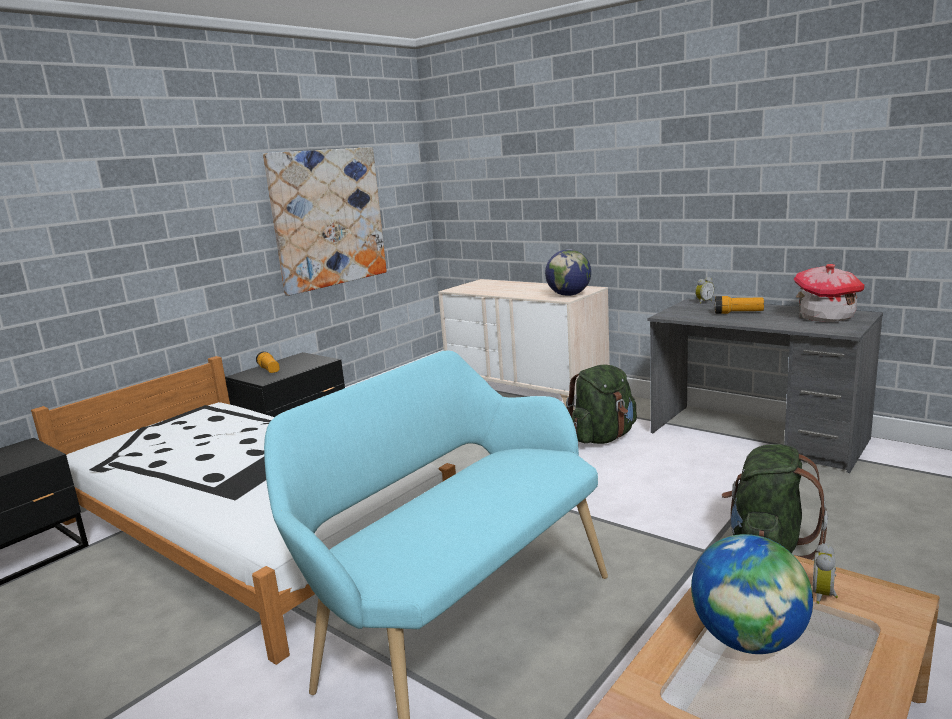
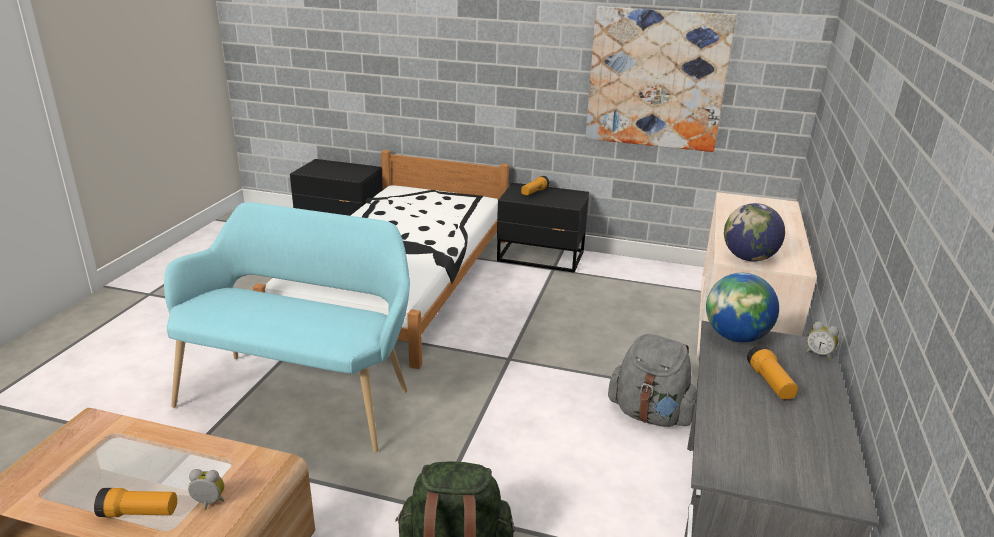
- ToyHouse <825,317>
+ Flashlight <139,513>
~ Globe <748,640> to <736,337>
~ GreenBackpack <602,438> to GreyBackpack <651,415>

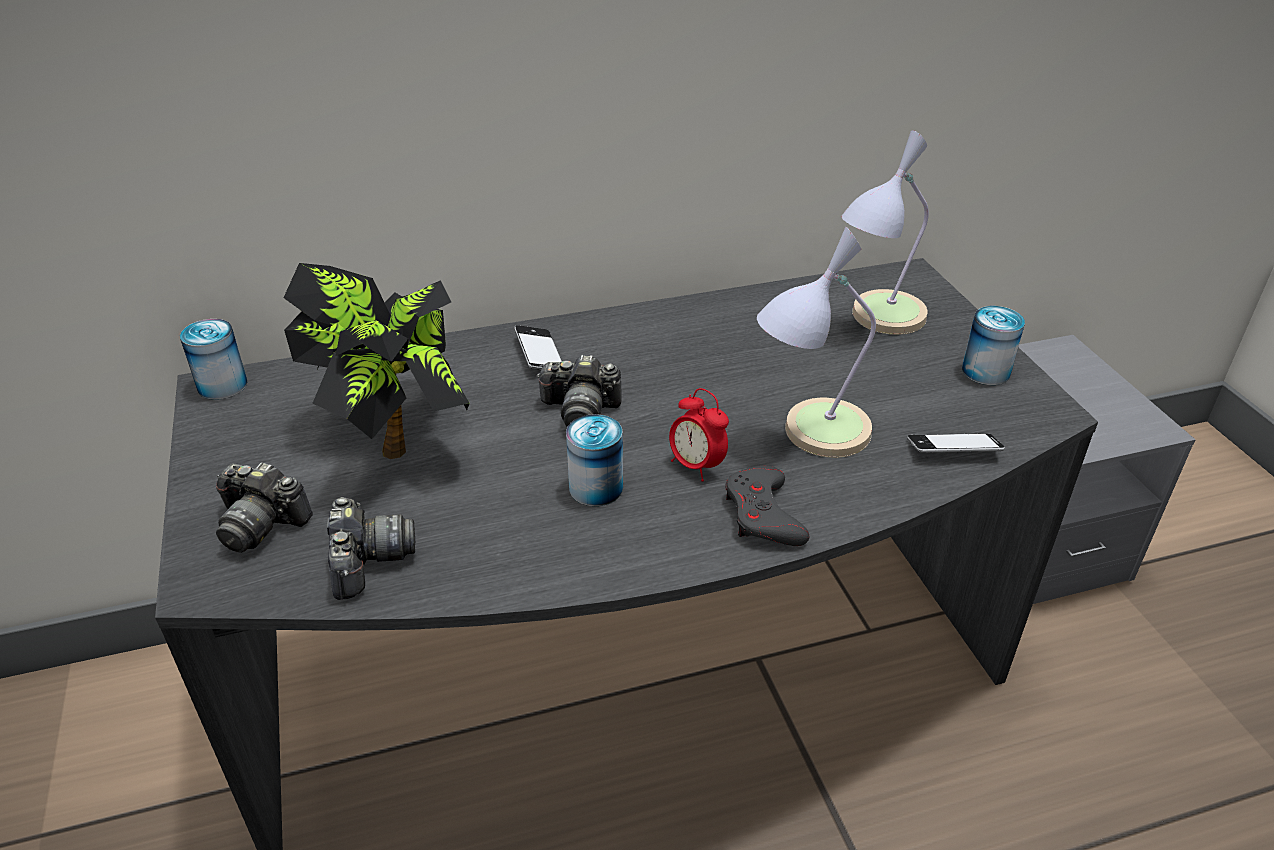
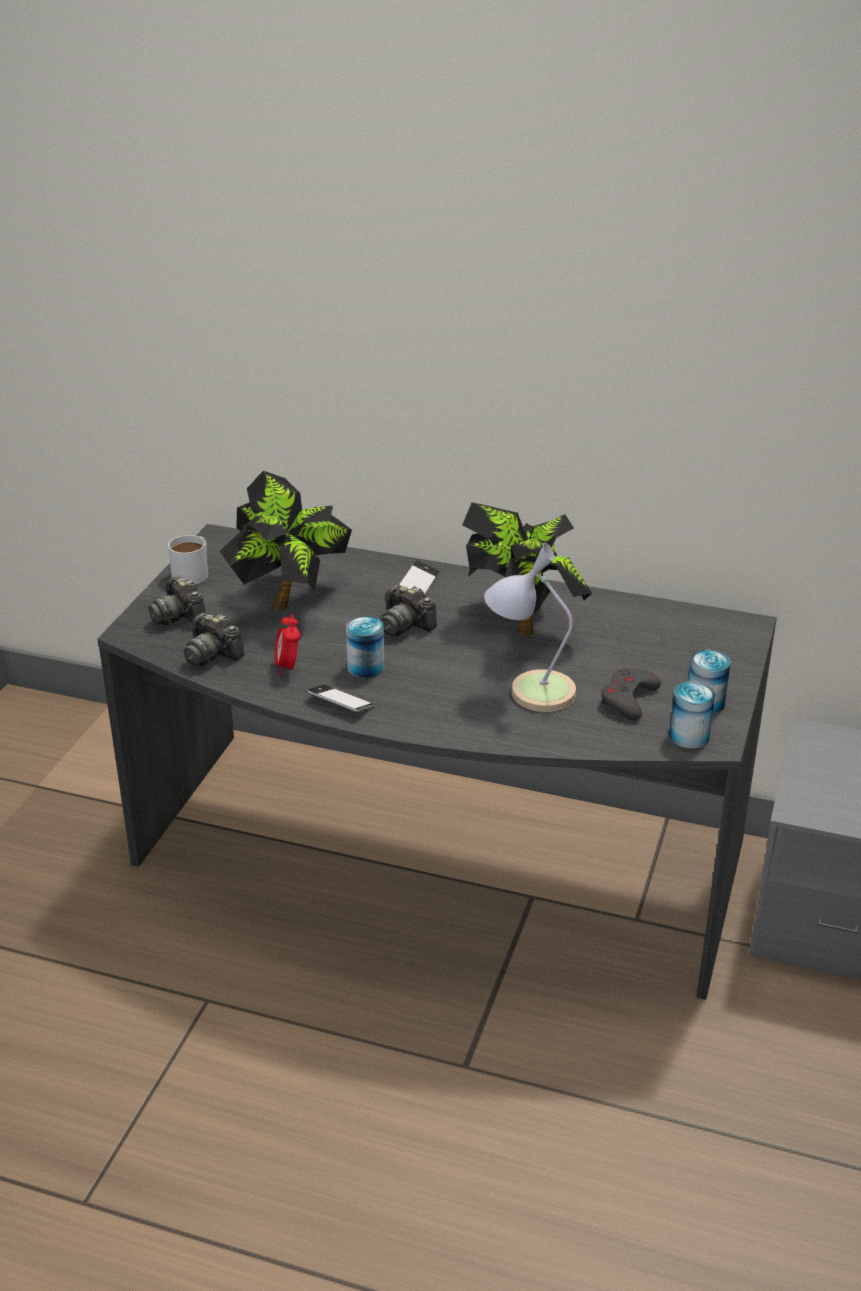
- TableLamp <876,319>
+ WhiteMug <194,572>
+ PottedPlant <523,622>
~ Can <222,385> to <689,736>
~ AlarmClock <696,466> to <288,667>
~ GreyGameController <763,514> to <628,699>
~ Phone <953,449> to <340,703>
~ PhotoCamera <368,561> = <212,654> 105 degrees clockwise

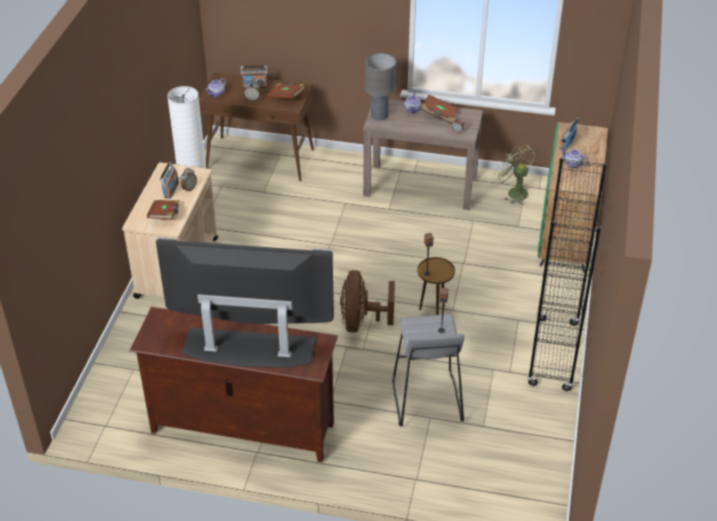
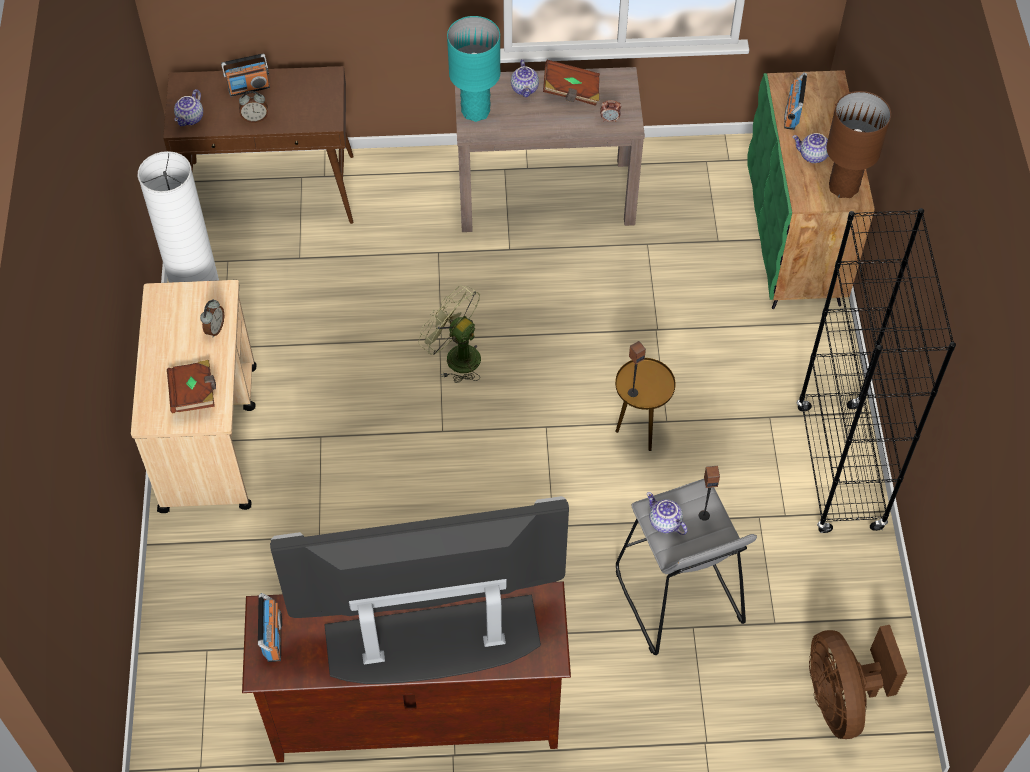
- BrownBook <286,97>
+ Teapot <664,522>
+ BrownTableLamp <843,187>
~ Radio <171,190> to <273,637>
~ BrownFan <361,322> to <840,698>
~ GreenFan <514,192> to <456,356>
~ GreyTableLamp <379,115> to TurquoiseTableLamp <475,111>

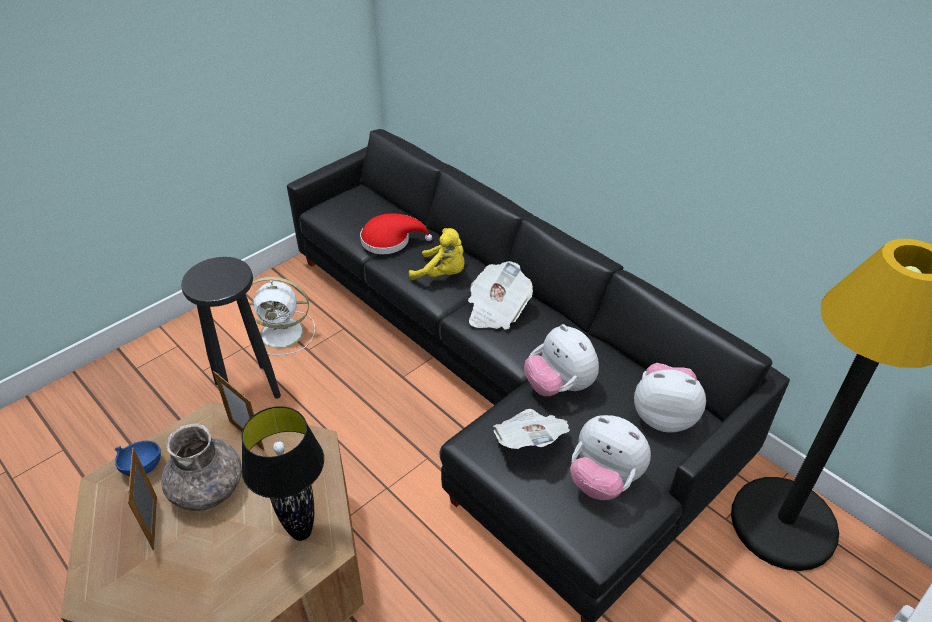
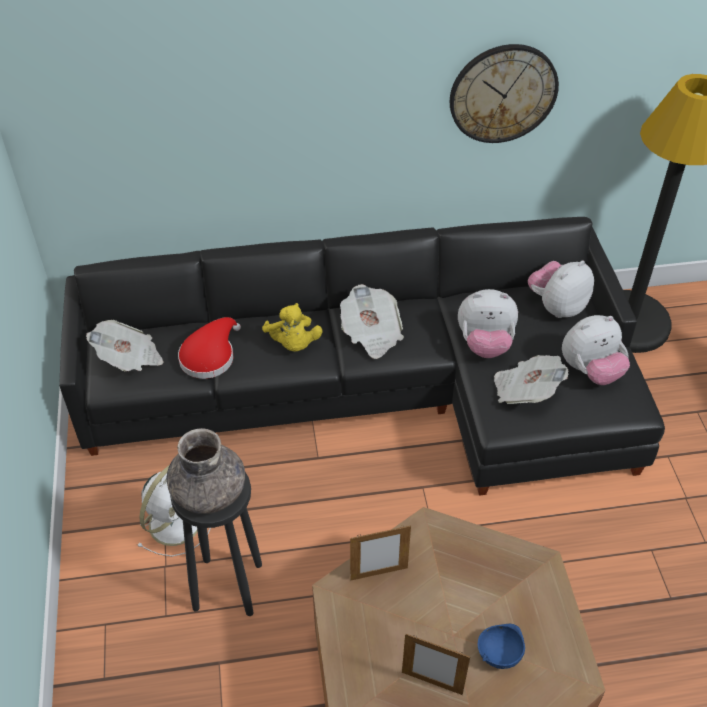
- BlackTableLamp <301,533>
+ Newspaper <129,359>
+ WallClock <503,93>
~ BlueBowl <143,466> to <498,653>
~ GreyVase <208,488> to <209,491>
~ YellowPlushToy <442,274> = <293,344> 105 degrees clockwise

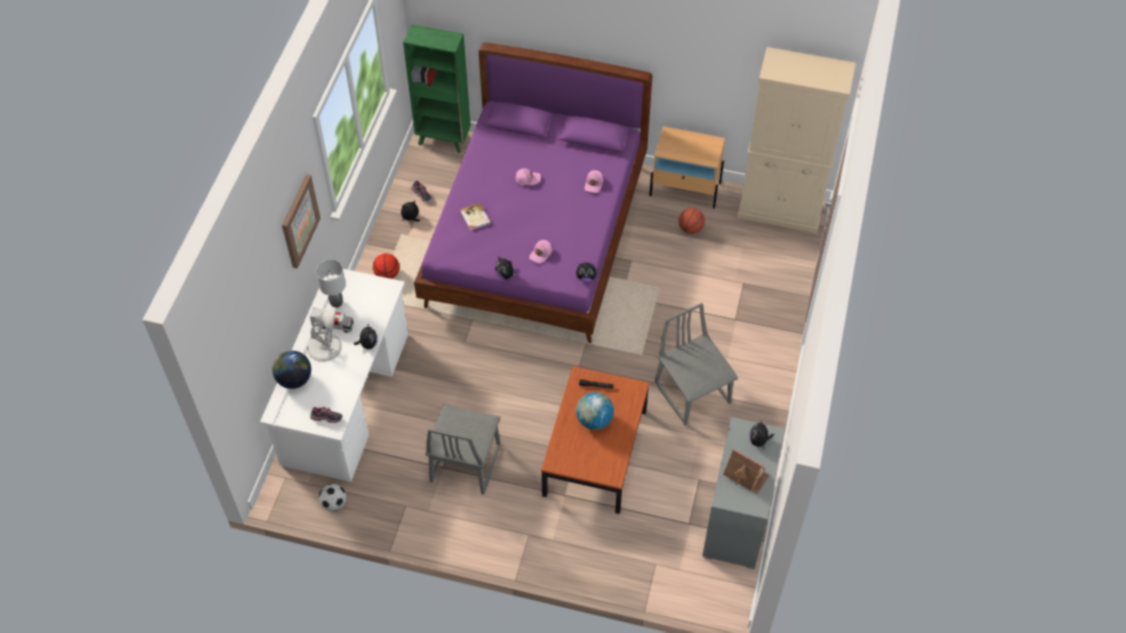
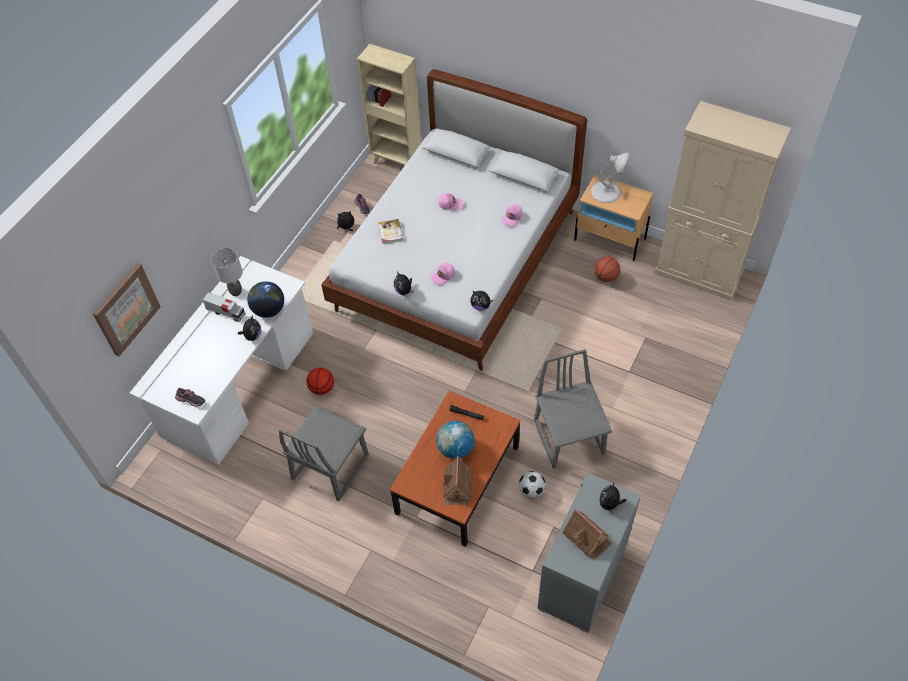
+ ToyHouse <457,487>
~ Globe <294,379> to <269,310>
~ Picture <299,221> to <126,309>
~ WhiteTableLamp <325,347> to <606,191>
~ Football <334,503> to <531,490>
~ Basketball <387,274> to <322,388>
~ GreenBookcase <444,139> to BeigeBookcase <396,162>
~ PurpleBed <537,237> to WhiteBed <457,262>

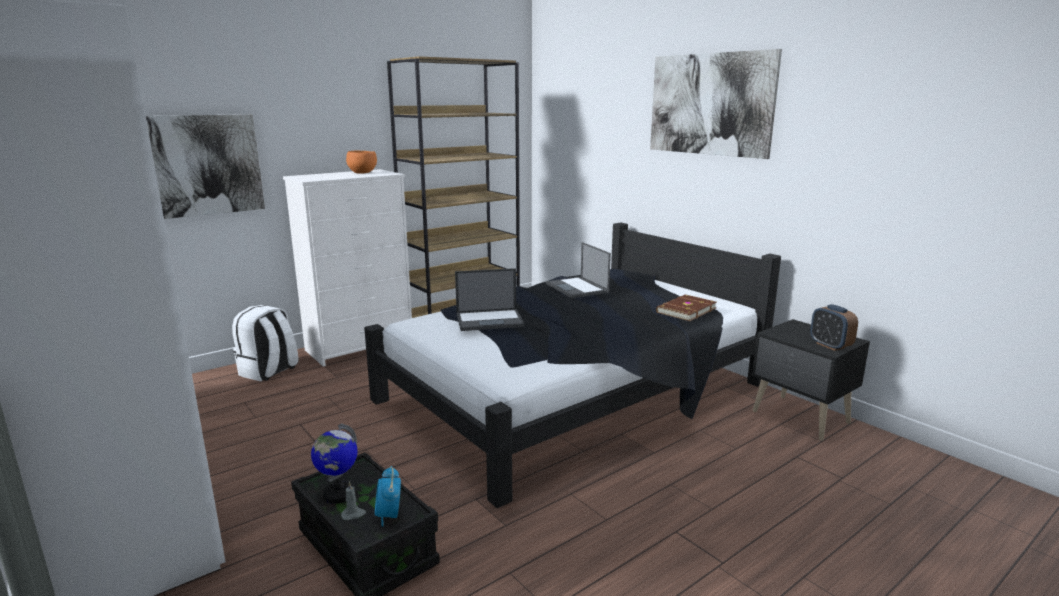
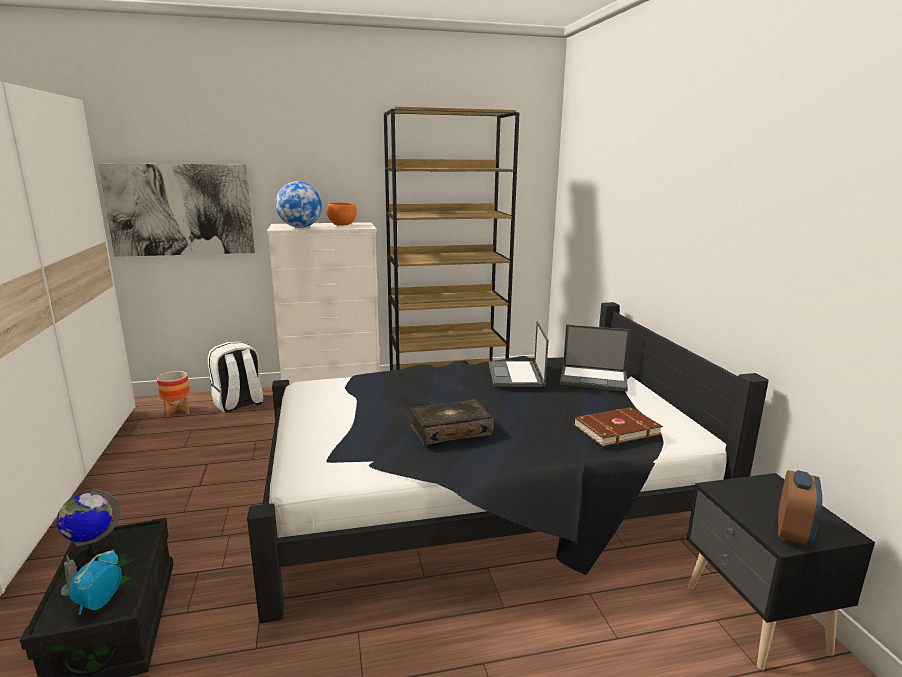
- Picture <710,104>
+ Planter <177,411>
+ Globe <300,227>
+ Book <450,431>
~ Laptop <490,320> to <594,378>
~ AlarmClock <830,345> = <793,533> 150 degrees counterclockwise

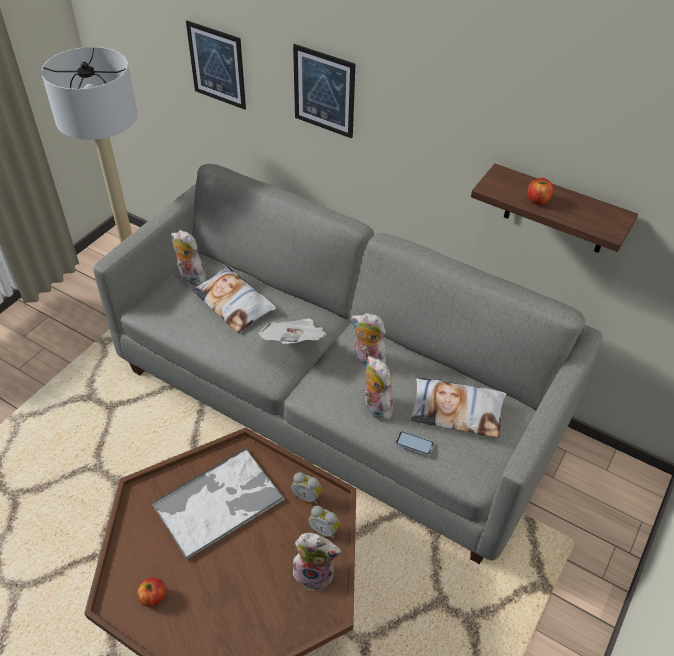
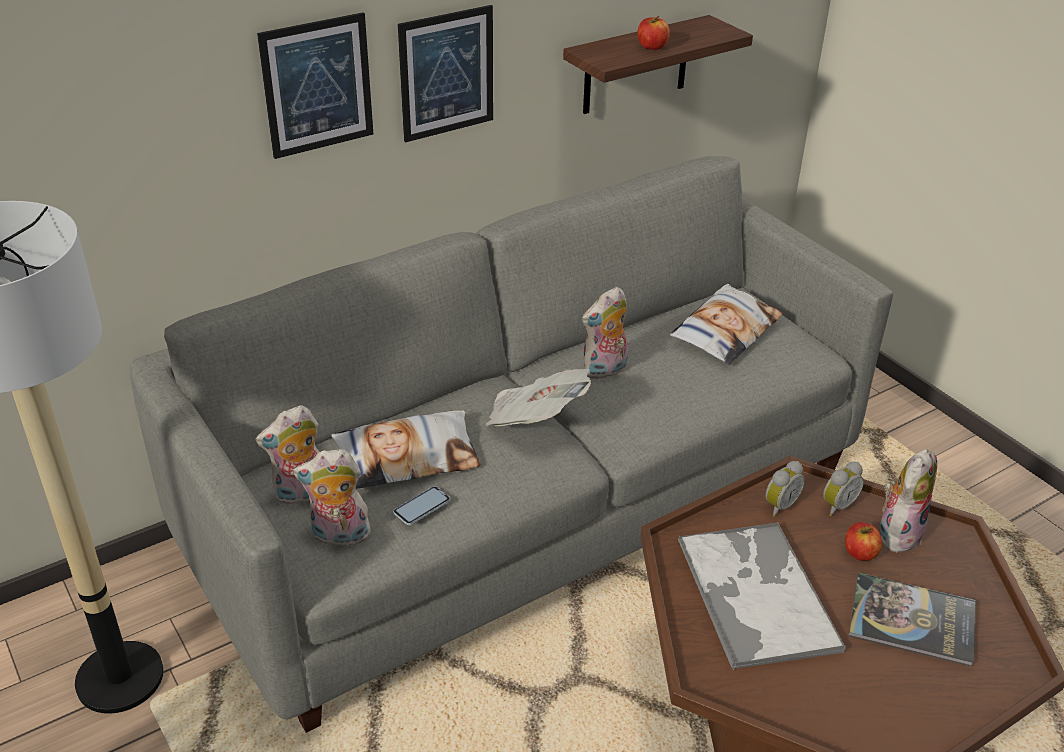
+ Book <912,620>
~ Apple <153,597> to <859,553>
~ Picture <217,65> to <447,73>
~ PlushToy <375,407> to <339,536>
~ Phone <414,444> to <422,507>

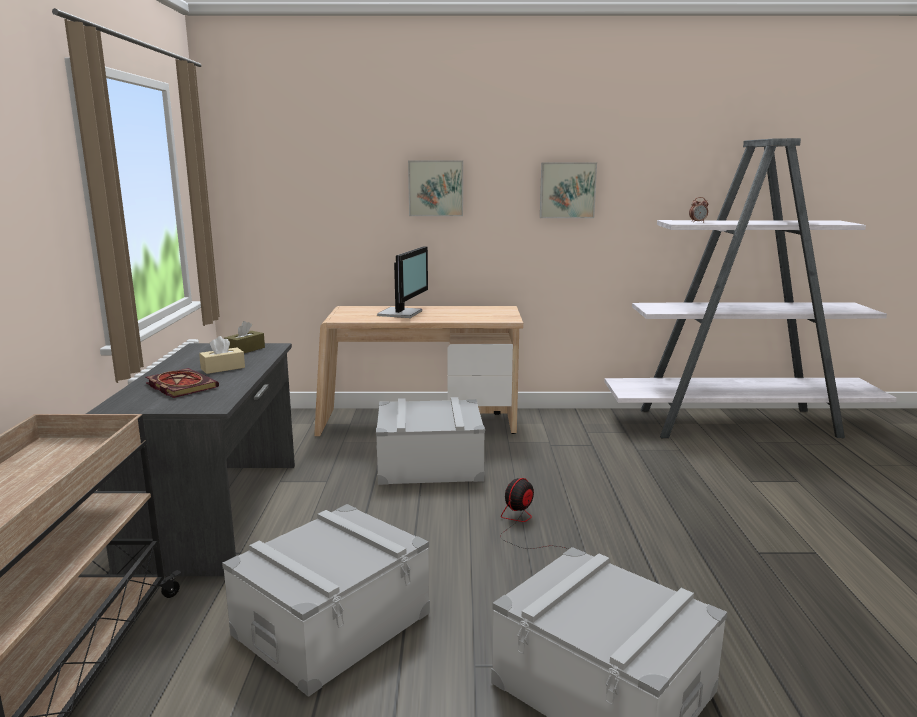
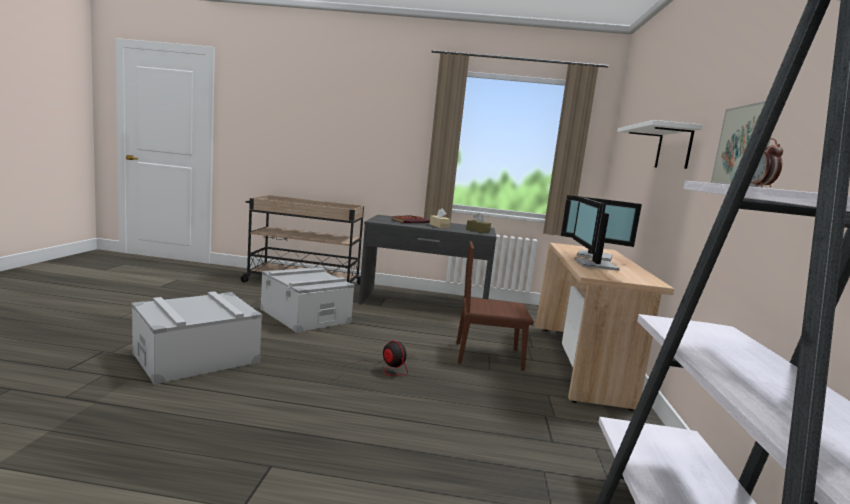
+ Monitor <593,264>
~ GreyStorageBox <429,465> to BrownChair <488,356>
~ Picture <436,188> to WhiteShelf <673,148>

